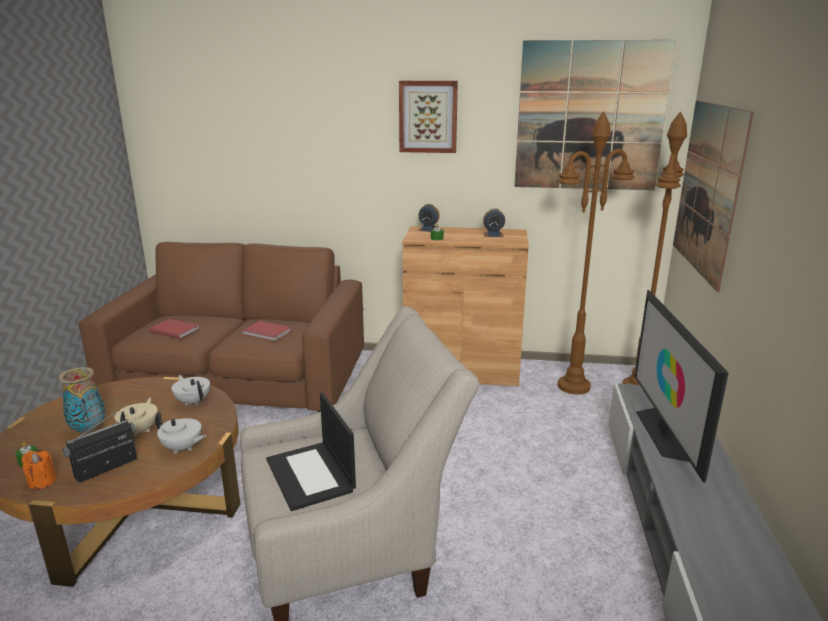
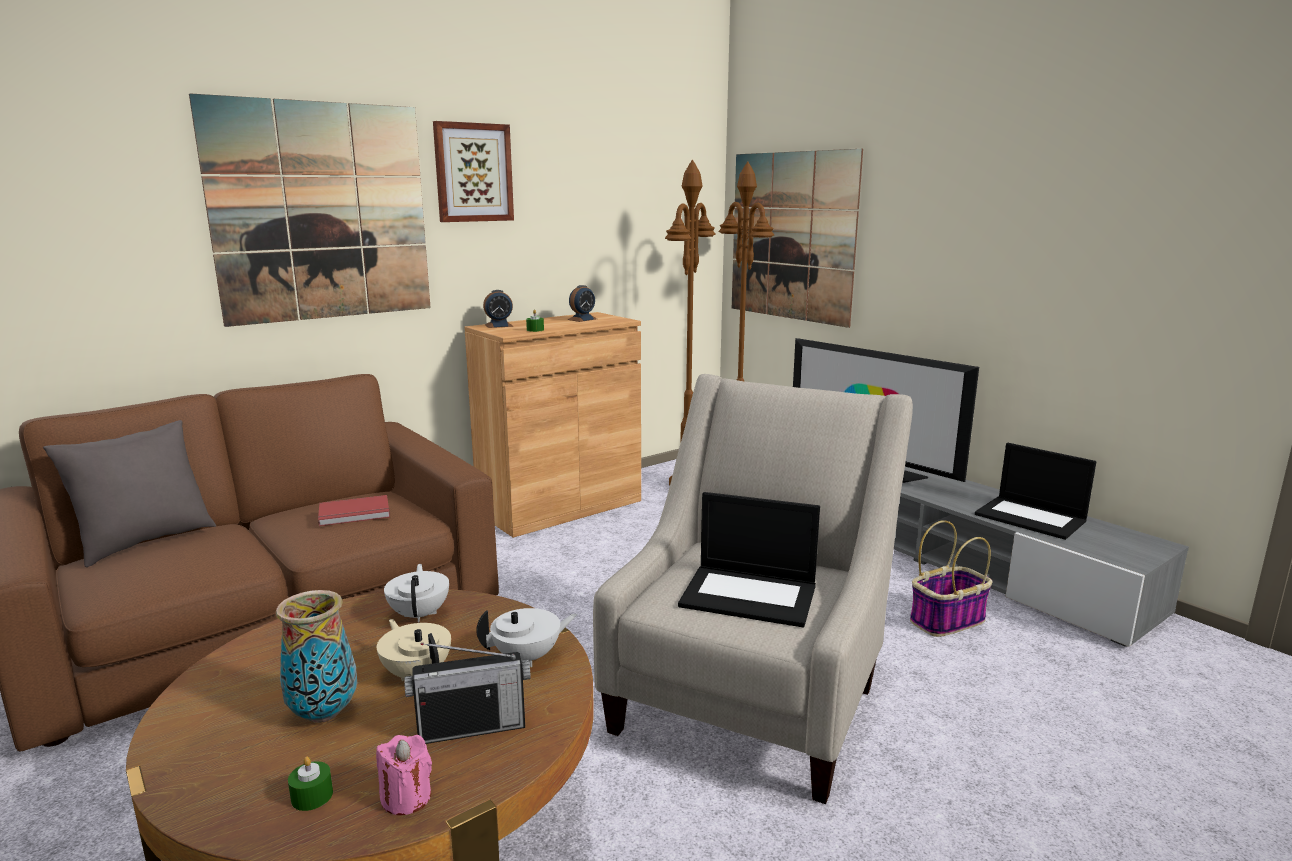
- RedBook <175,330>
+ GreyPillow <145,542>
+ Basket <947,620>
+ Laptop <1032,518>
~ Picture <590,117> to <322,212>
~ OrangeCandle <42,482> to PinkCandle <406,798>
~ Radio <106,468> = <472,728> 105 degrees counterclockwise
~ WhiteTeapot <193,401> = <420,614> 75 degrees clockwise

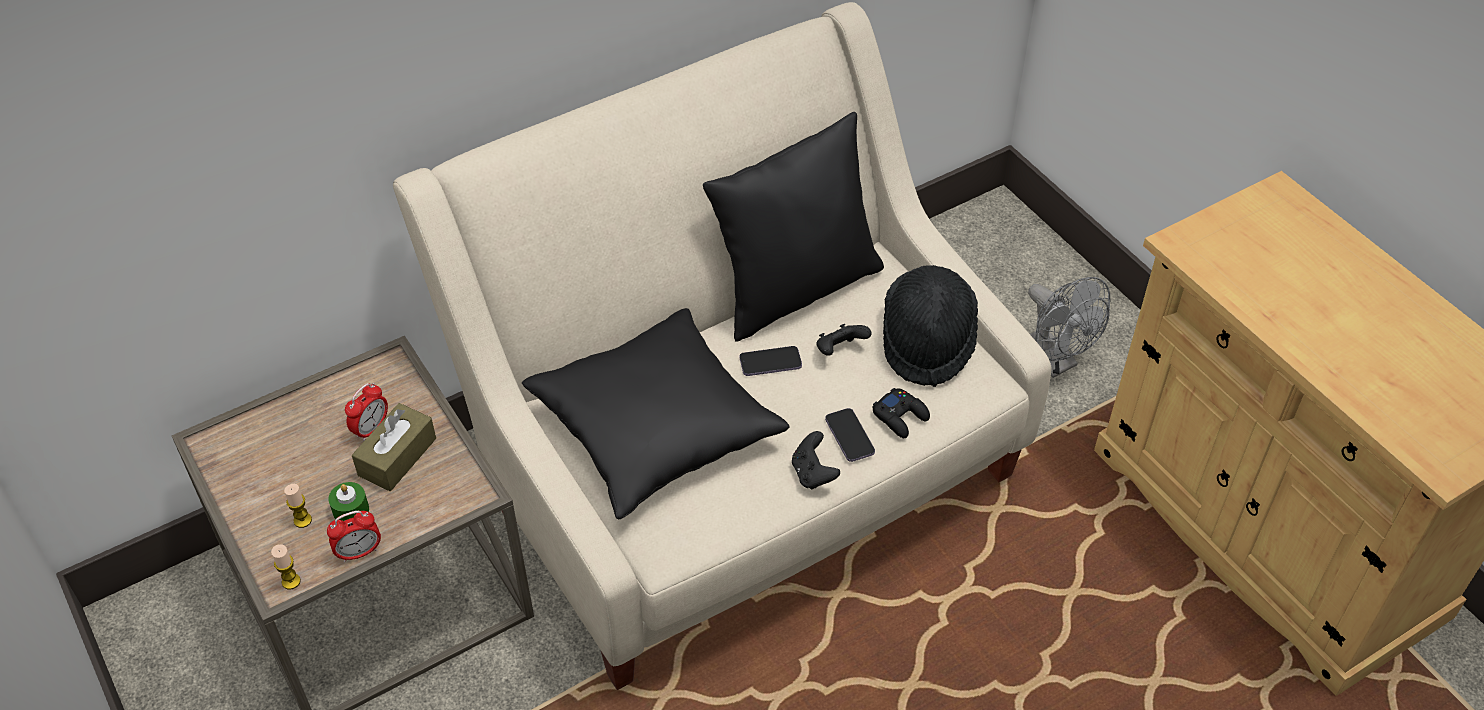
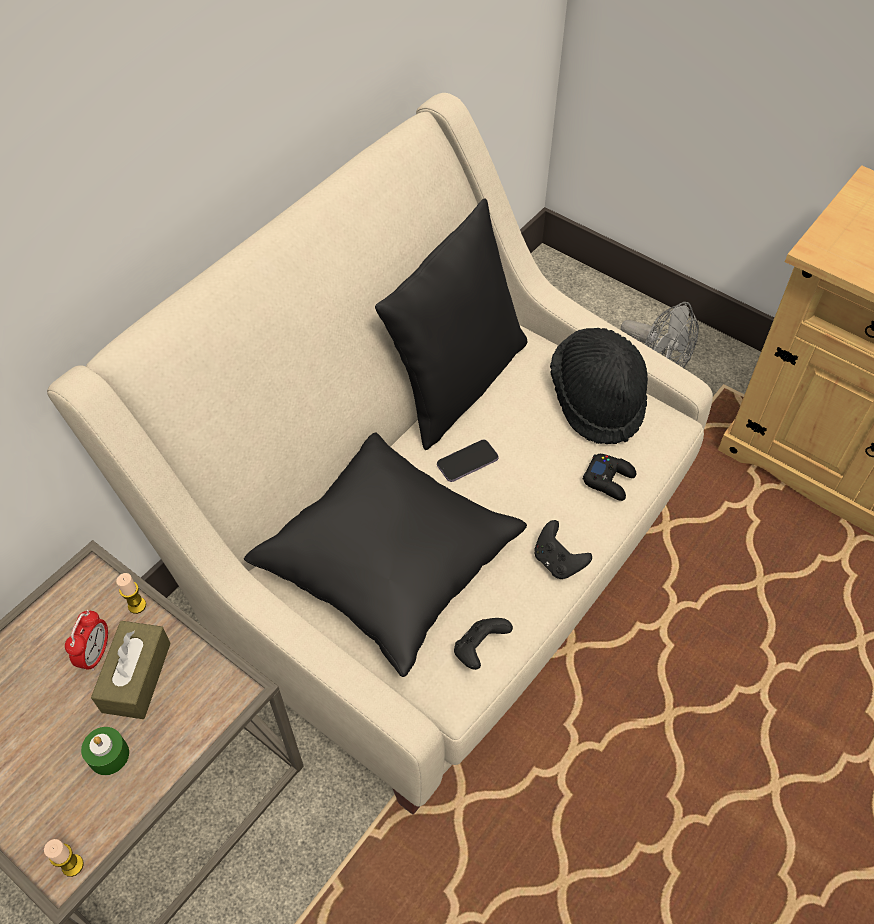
- AlarmClock <359,552>
- Phone <849,436>
~ Candle <302,520> to <137,605>
~ BlackGameController <839,350> to <479,649>

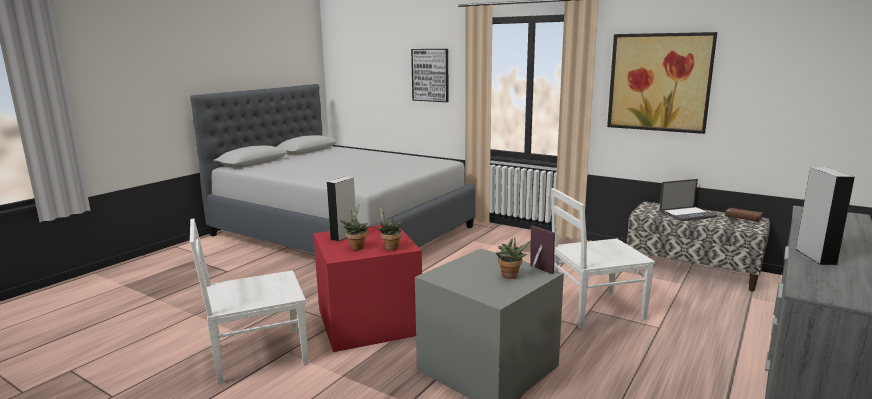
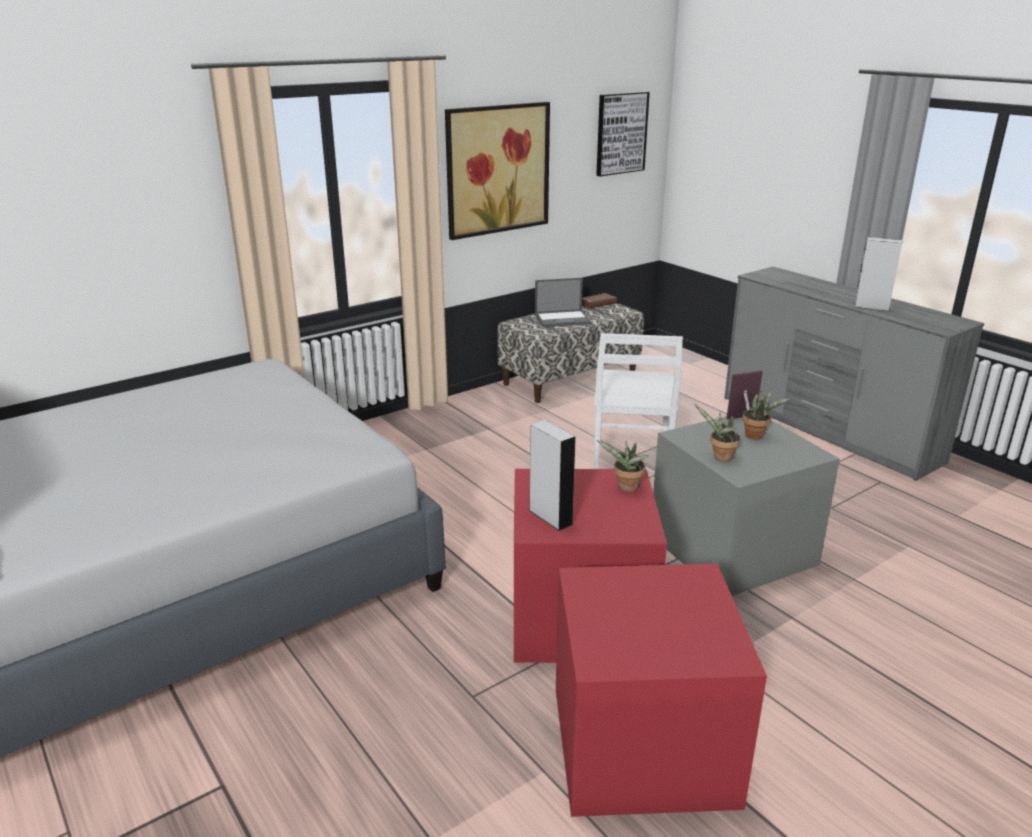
~ PottedPlant <356,247> to <720,457>
~ Picture <430,75> to <621,133>
~ WhiteChair <257,356> to RedStorageBox <640,747>
~ Laptop <688,214> = <563,319> 75 degrees clockwise

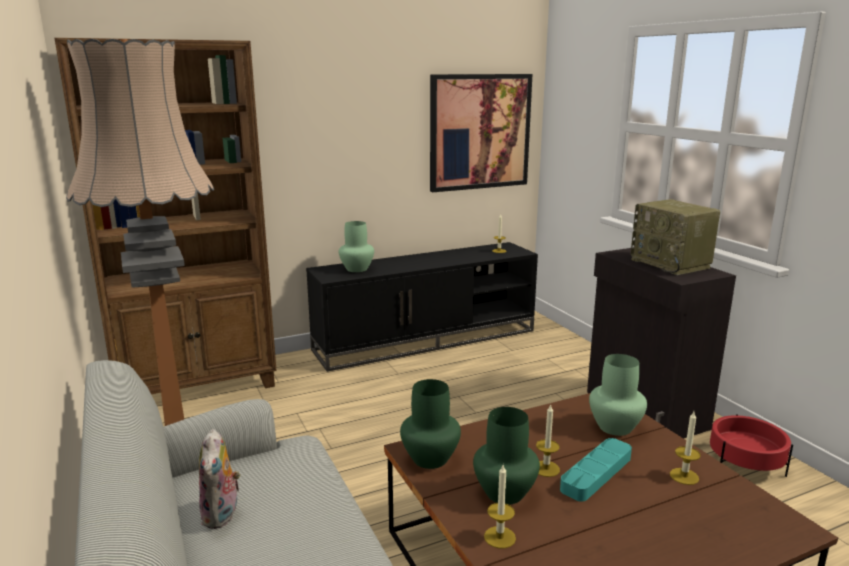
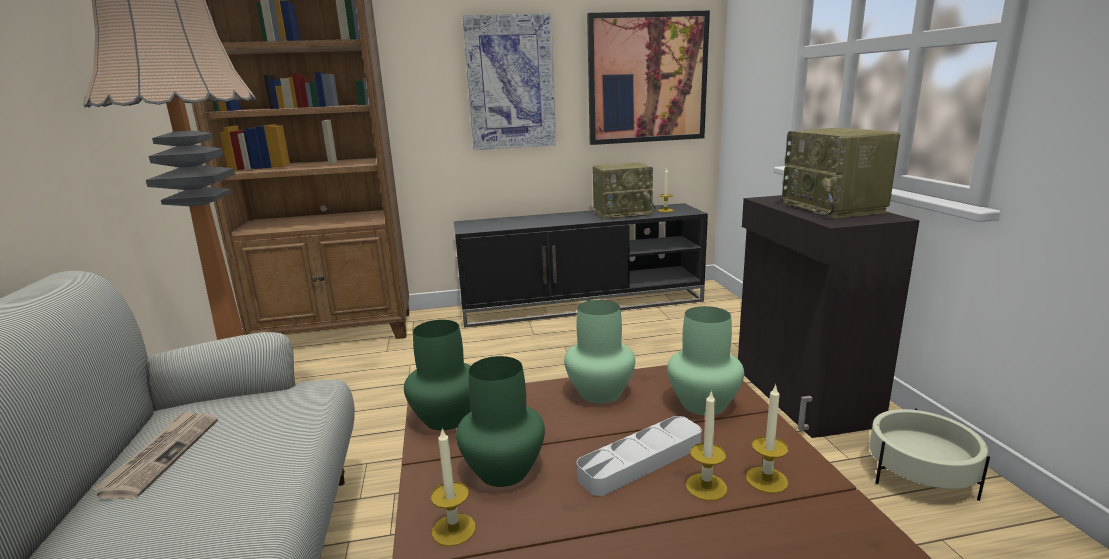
+ Picture <510,83>
+ Radio <623,213>
~ GreenVase <357,269> to <600,394>
~ Candle <546,468> to <706,487>
~ PlushToy <222,515> to Newspaper <162,455>
~ TurquoiseTray <596,473> to GreyTray <641,460>
~ RedPlanter <745,464> to BeigePlanter <920,476>

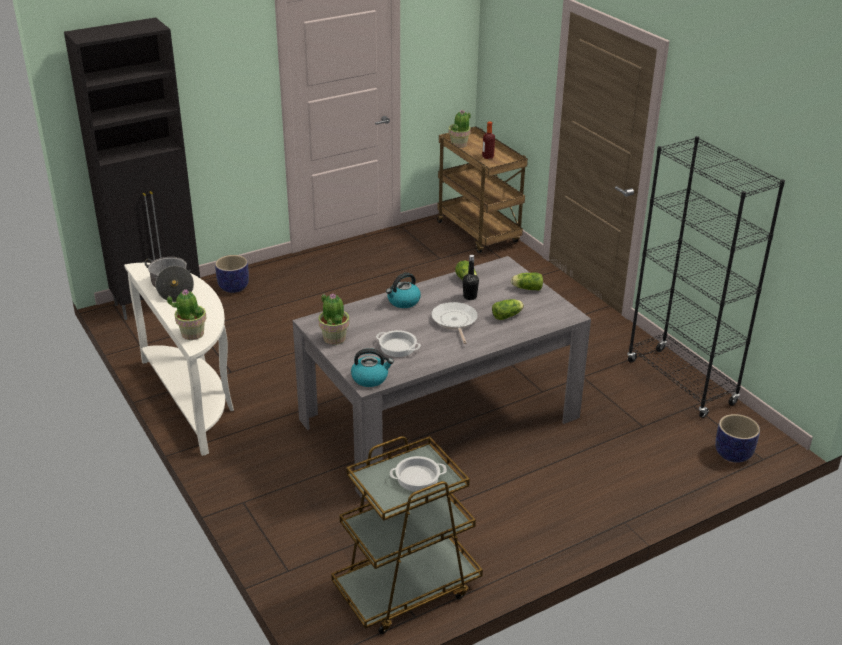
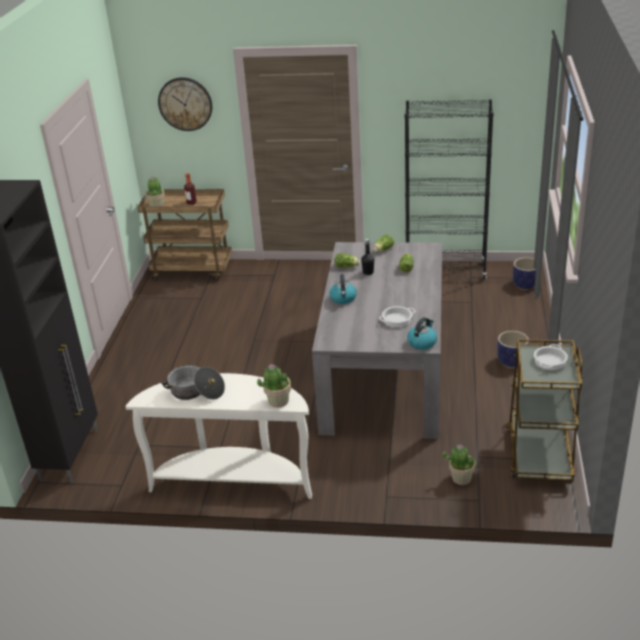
- FryingPan <454,321>
+ WallClock <185,104>
~ Planter <233,287> to <511,361>
~ PottedPlant <334,338> to <461,478>

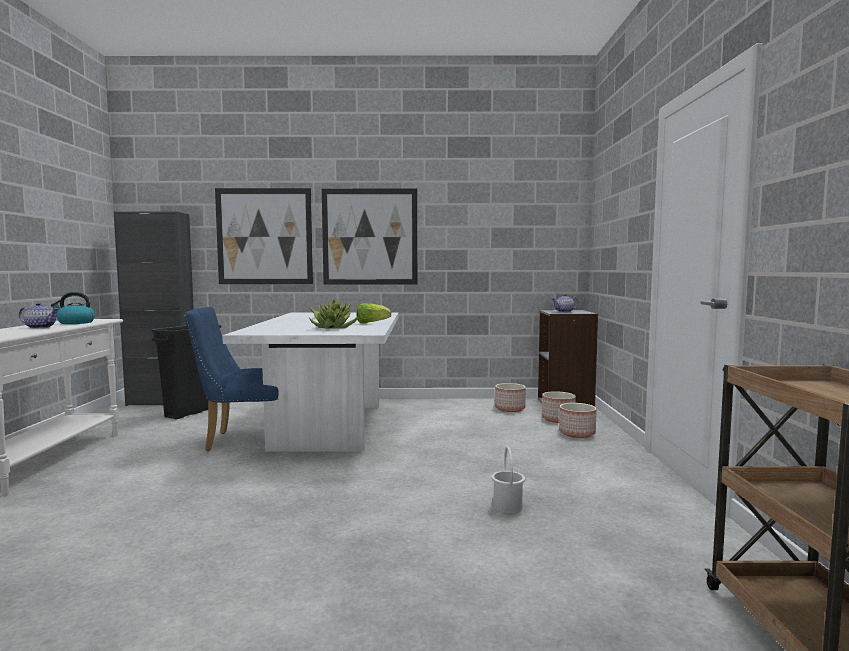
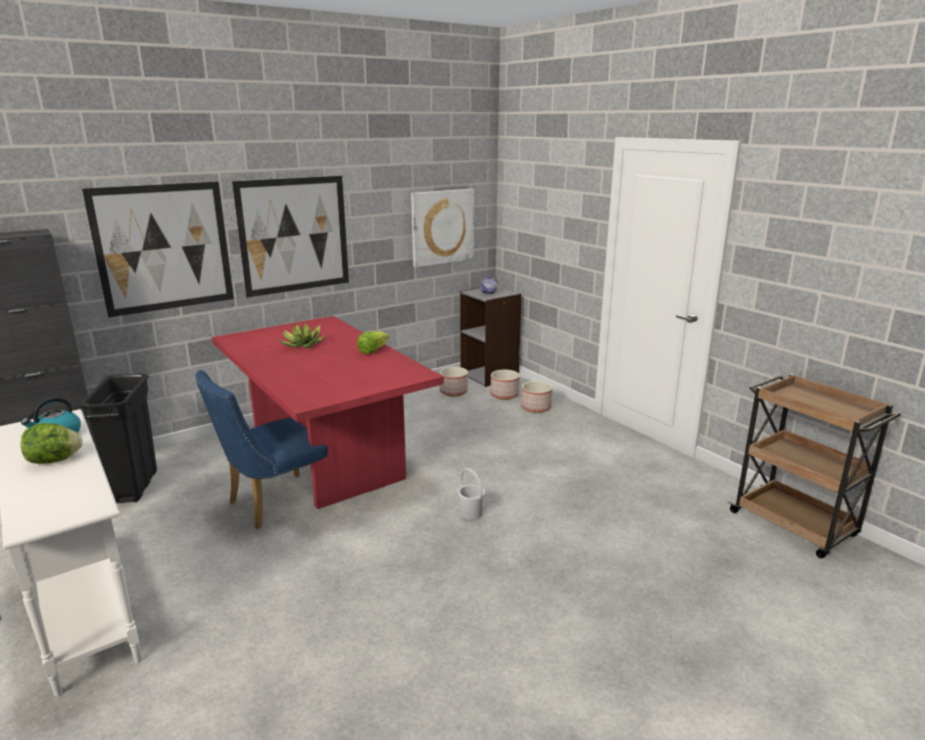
- PottedPlant <333,328>
+ Picture <442,227>
~ WhiteBucket <507,506> to <471,513>
~ Teapot <40,327> to Lettuce <54,460>
~ WhiteDiningTable <330,425> to RedDiningTable <328,458>

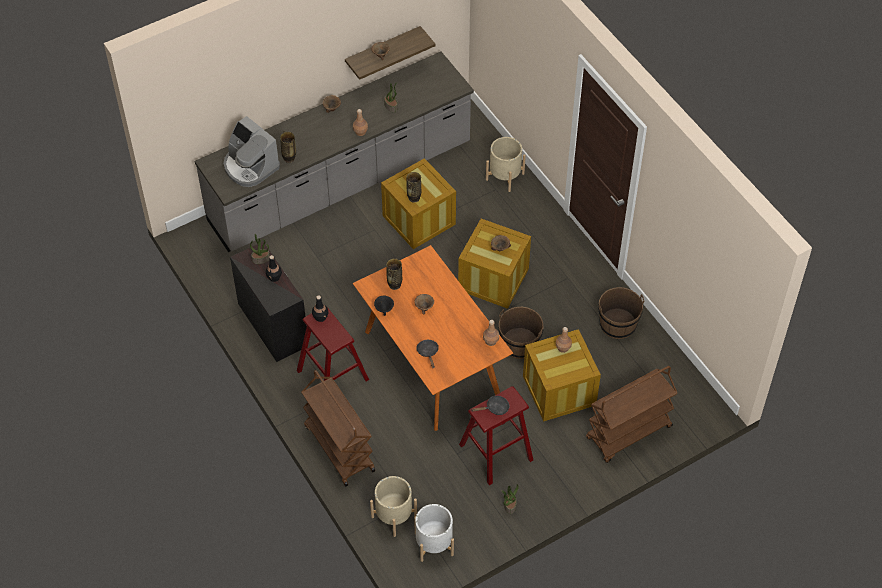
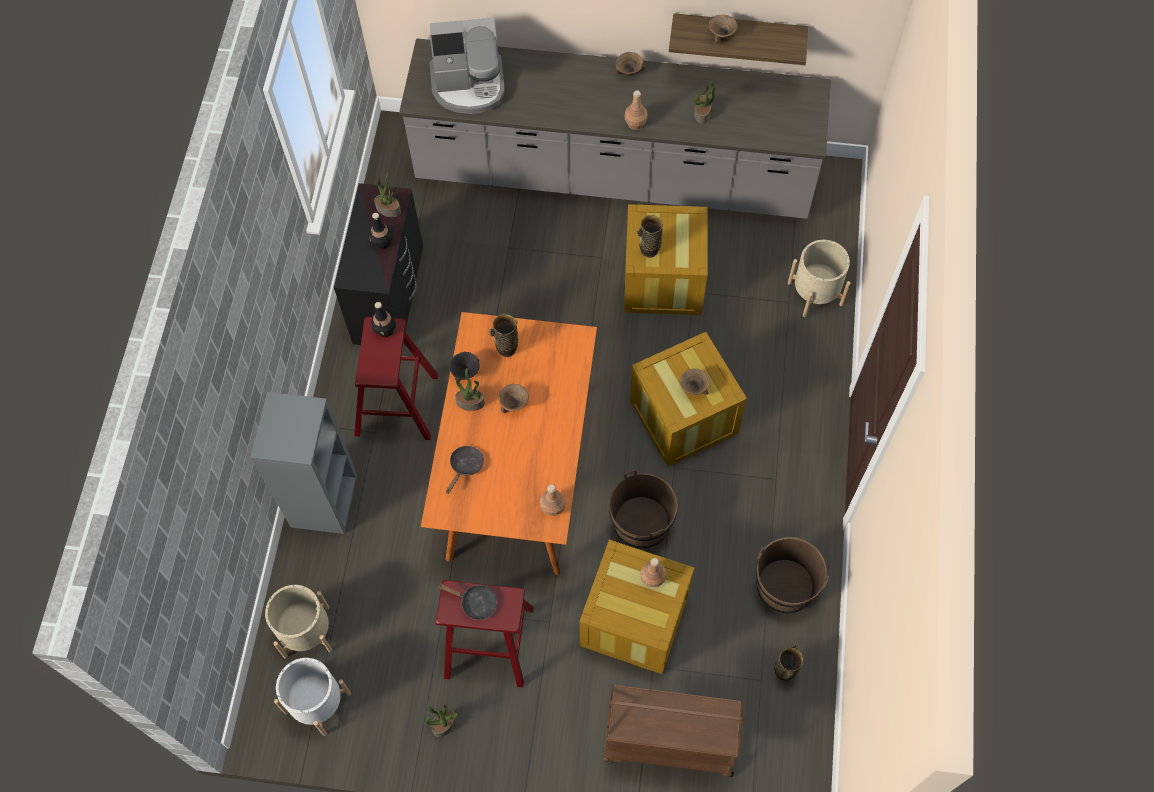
+ PottedPlant <470,402>
~ Vase <289,158> to <784,671>
~ BrownCart <338,448> to GreyBookcase <323,499>
~ CoffeeMachine <250,167> = <469,85> 90 degrees counterclockwise

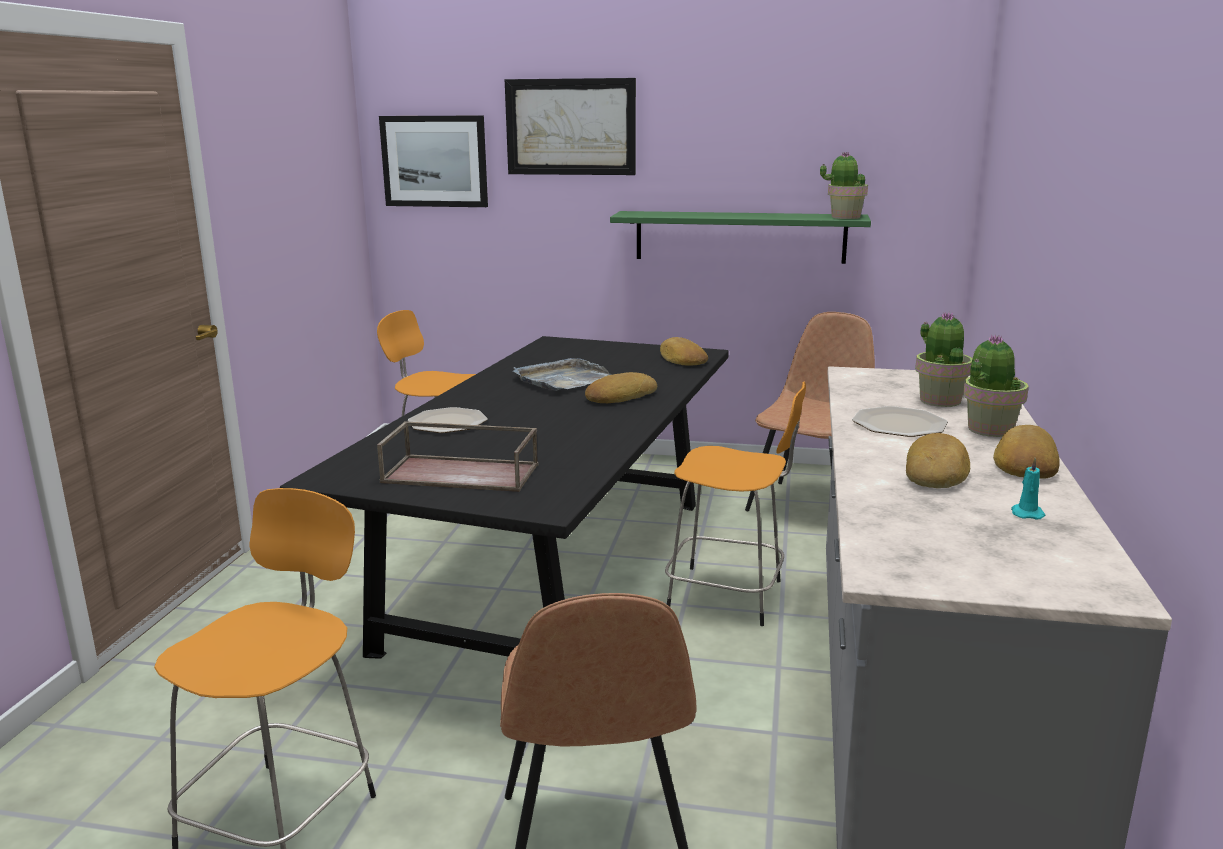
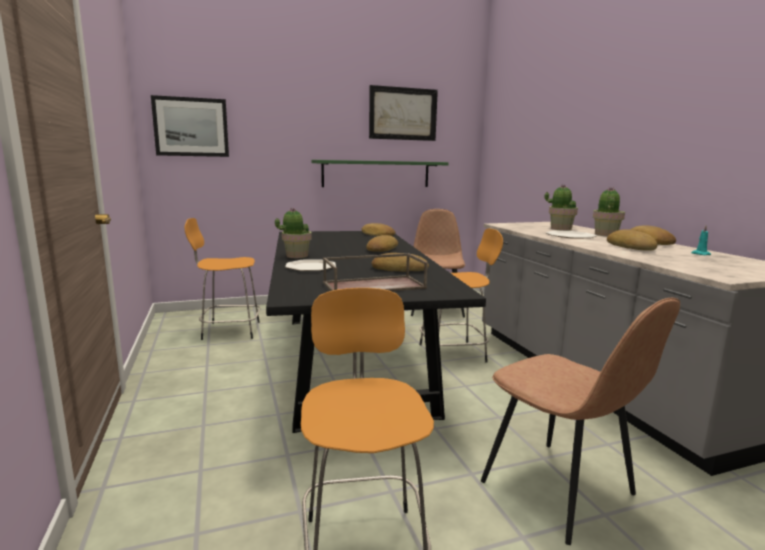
- GreyTray <563,379>
+ Bread <399,269>
~ Picture <571,127> to <403,114>
~ PottedPlant <845,217> to <296,256>

